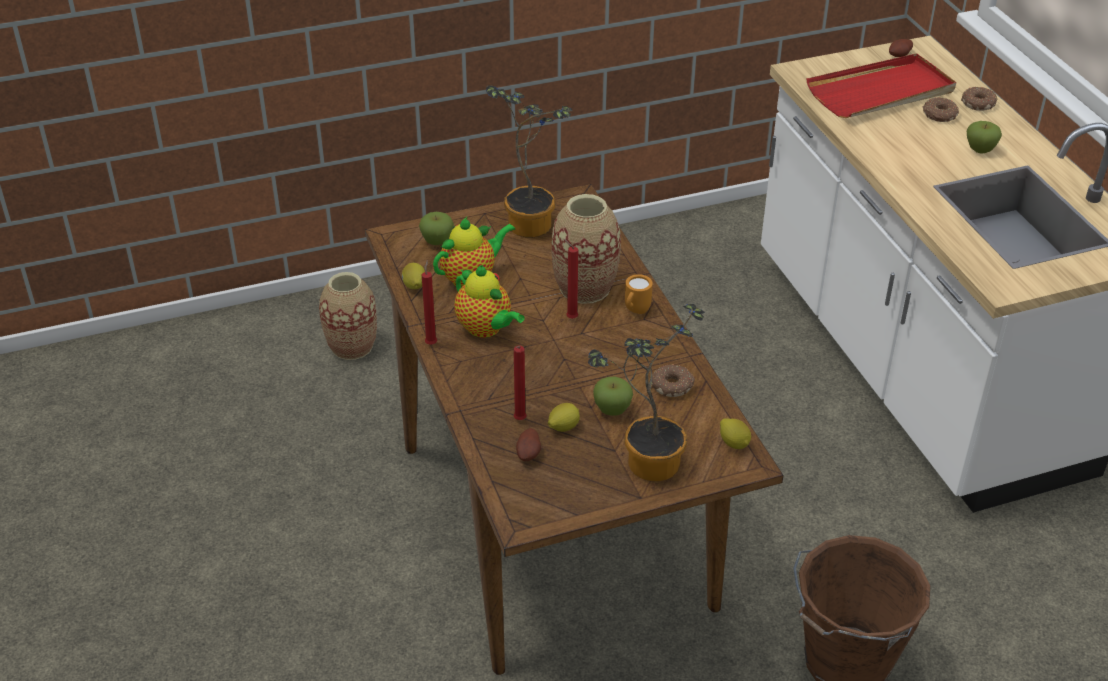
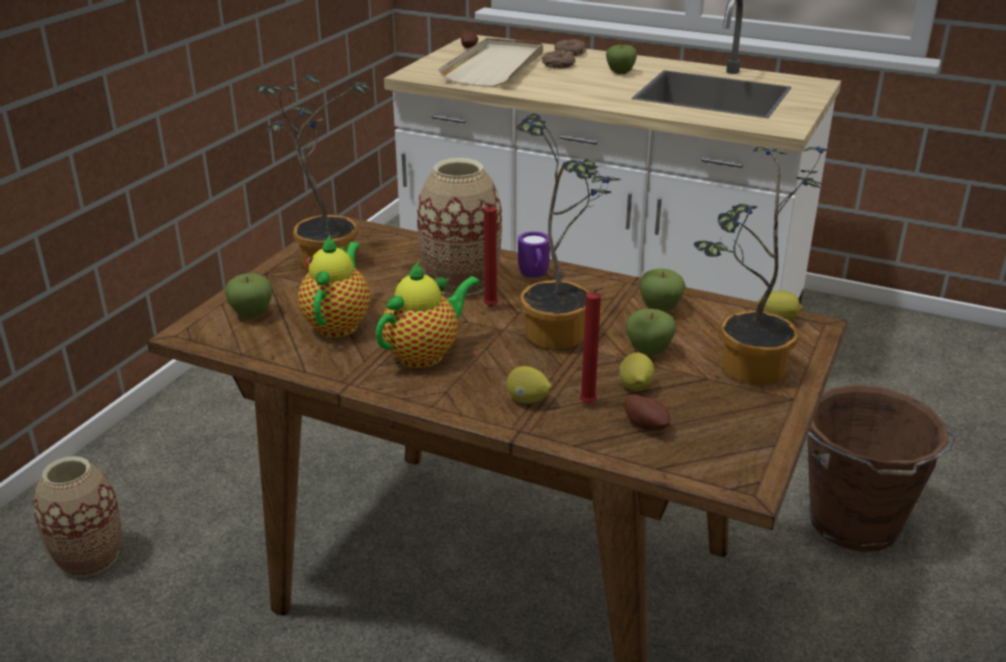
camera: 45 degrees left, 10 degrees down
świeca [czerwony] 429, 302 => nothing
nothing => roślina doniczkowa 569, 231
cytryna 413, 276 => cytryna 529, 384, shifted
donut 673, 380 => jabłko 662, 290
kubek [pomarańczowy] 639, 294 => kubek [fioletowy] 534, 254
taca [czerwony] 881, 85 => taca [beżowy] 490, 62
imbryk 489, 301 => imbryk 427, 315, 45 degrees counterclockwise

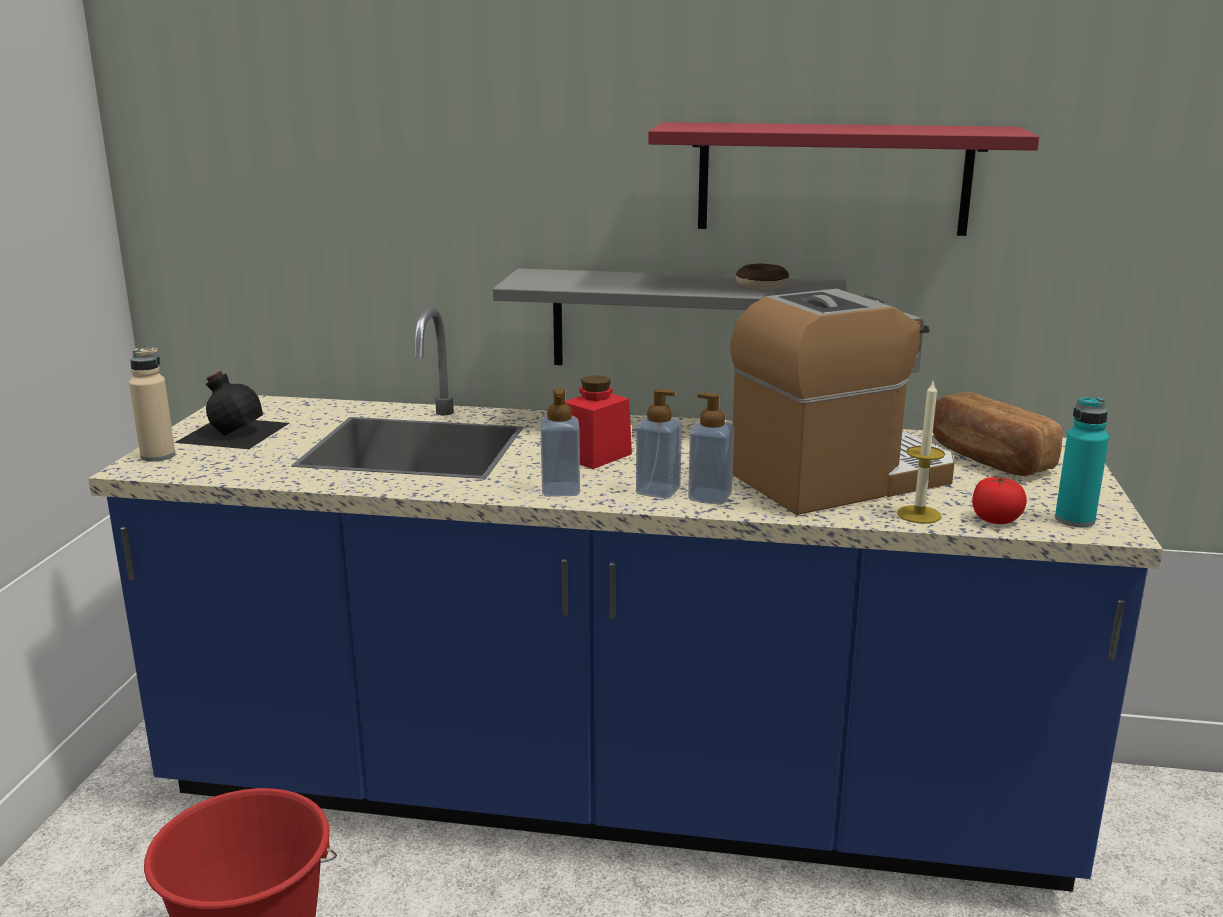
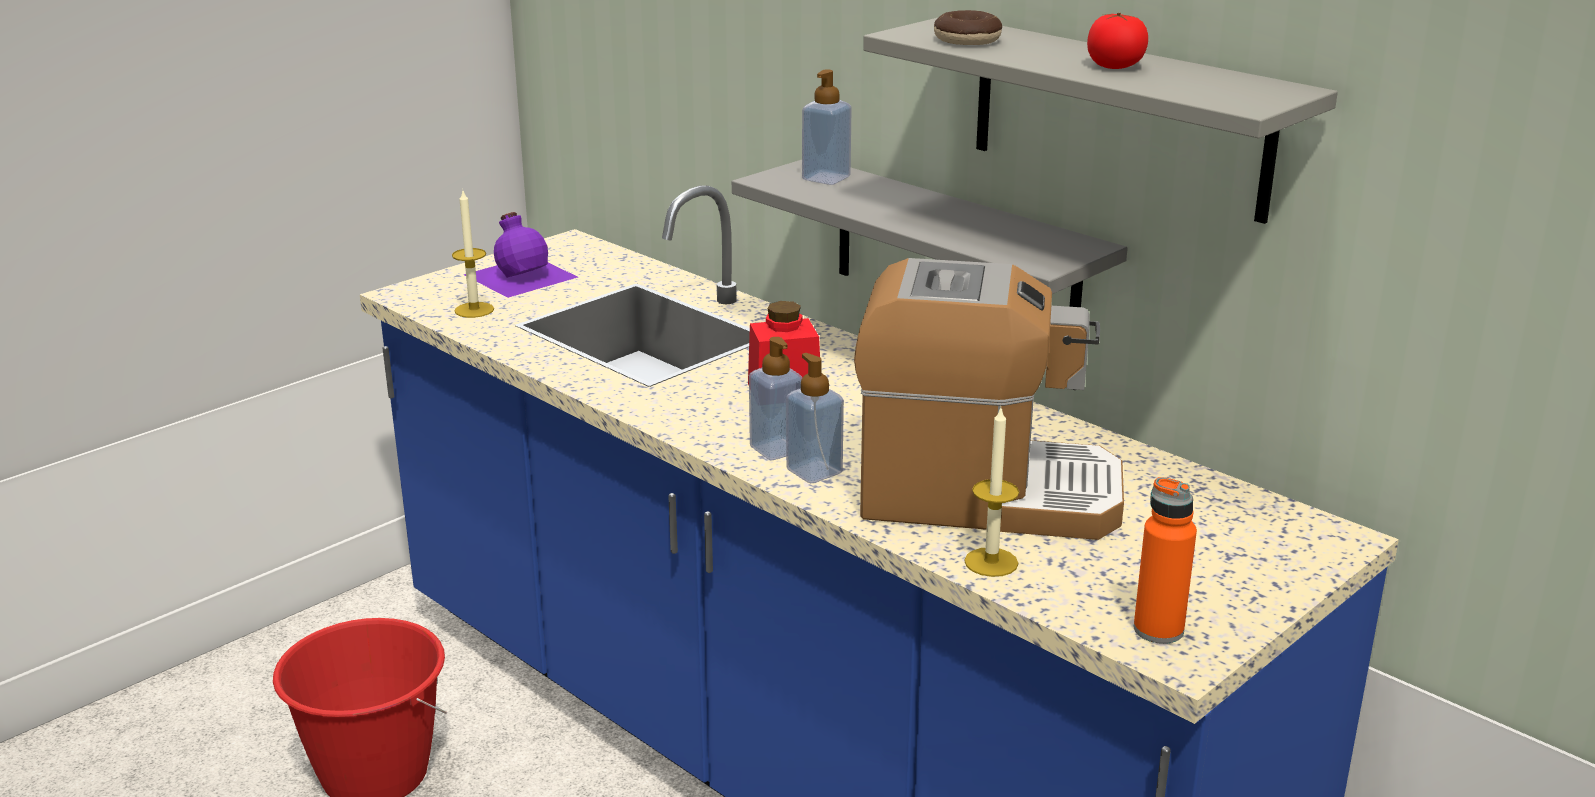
camera: 35 degrees right, 5 degrees up
butelka [beżowy] 152, 404 => nothing
chleb 998, 434 => nothing
nothing => świeca 473, 254
dozownik mydła 560, 442 => dozownik mydła 827, 127, shifted
donut 762, 276 => donut 968, 27, shifted
pomidor 999, 500 => pomidor 1117, 41, shifted
butelka [czarny] 232, 410 => butelka [fioletowy] 521, 255
półka [czerwony] 843, 179 => półka [szary] 1100, 121
butelka [turkusowy] 1082, 462 => butelka [pomarańczowy] 1165, 560

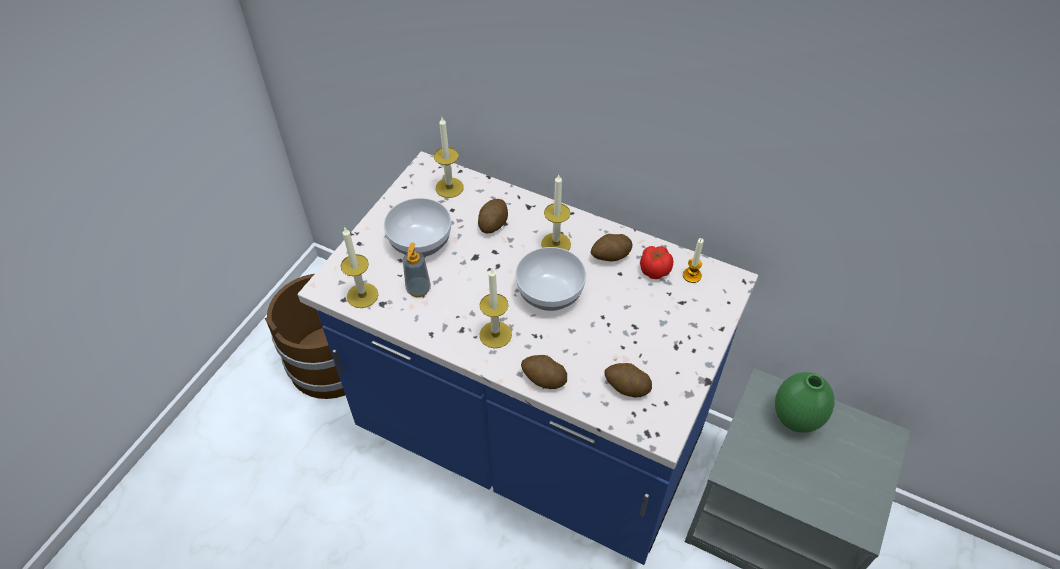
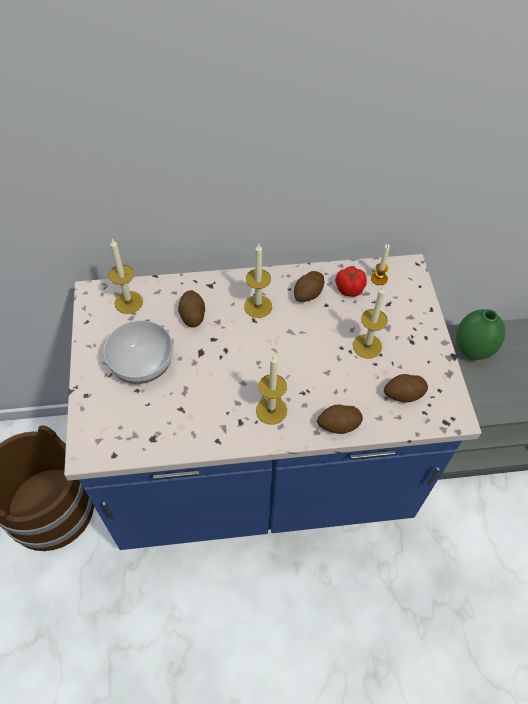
camera: 35 degrees left, 5 degrees up
dozownik mydła 417, 269 => nothing
miska 550, 279 => nothing
świeca 359, 268 => świeca 370, 322, shifted

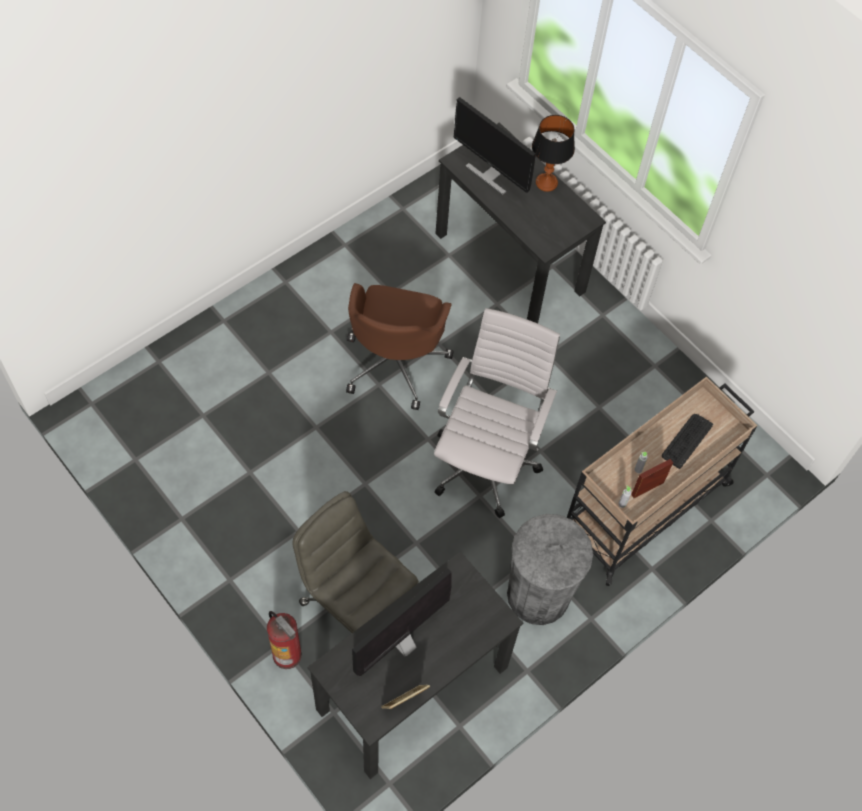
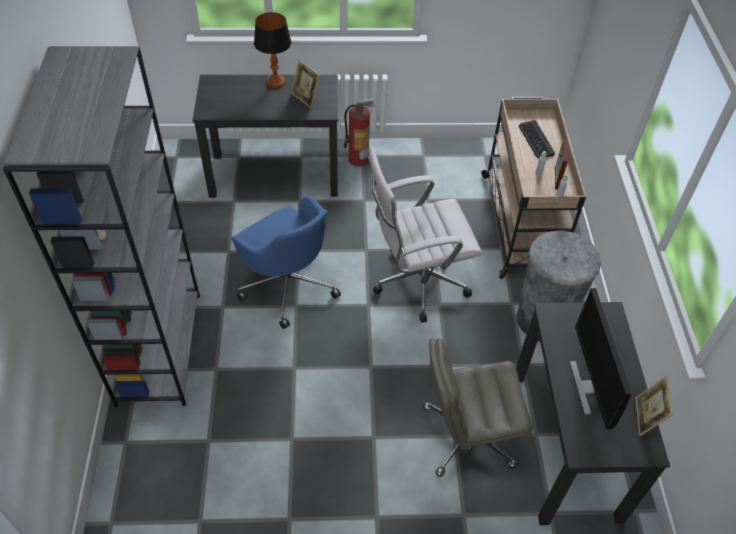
camera: 50 degrees left, 10 degrees down
monitor 495, 146 => nothing
nothing => regał [szary] 101, 227
nothing => ramka na zdjęcie 305, 84
gaśnica 284, 640 => gaśnica 359, 132, shifted
krzesło biurowe [brązowy] 400, 346 => krzesło biurowe [niebieski] 286, 262
krzesło biurowe [biały] 497, 413 => krzesło biurowe [biały] 425, 235, 75 degrees counterclockwise

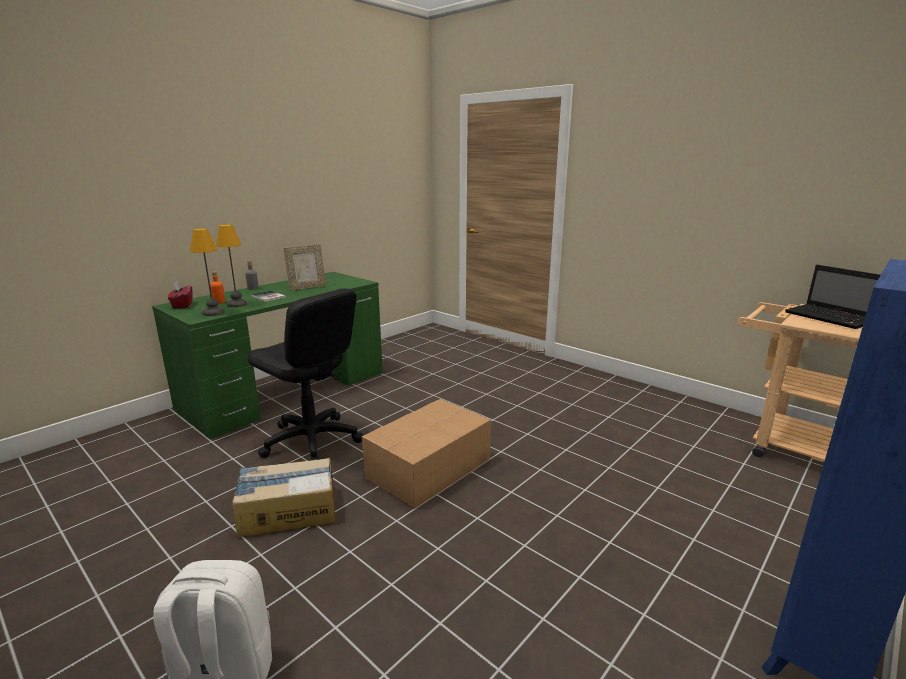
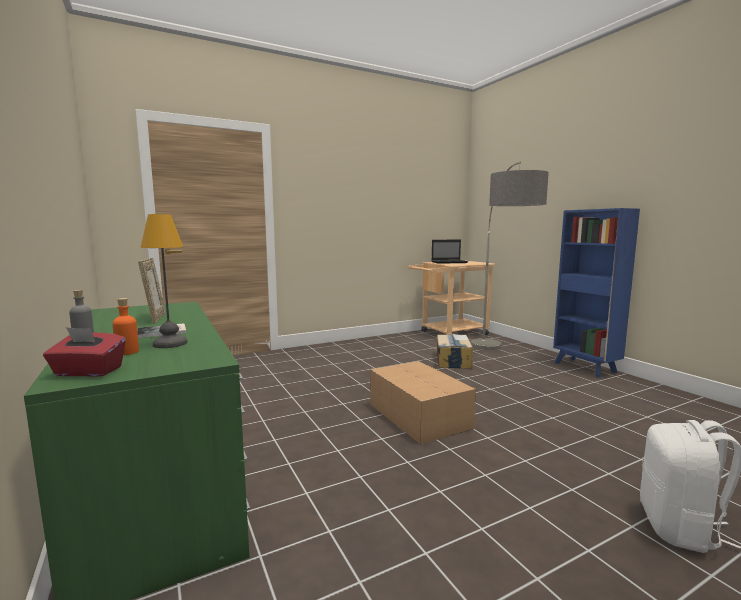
camera: 70 degrees left, 10 degrees down
lampa stołowa 207, 272 => nothing
krzesło biurowe [czarny] 306, 374 => nothing
nothing => lampa stojąca 510, 256
karton 284, 498 => karton 455, 351, shifted

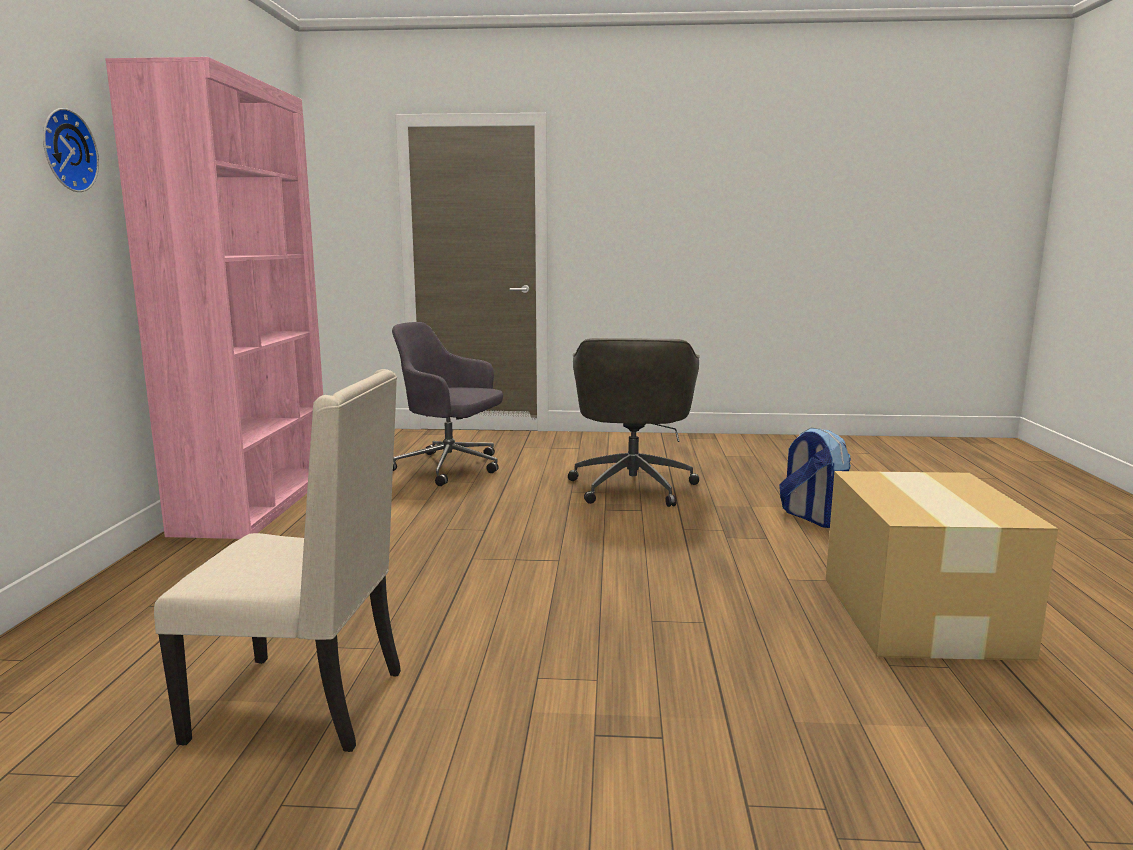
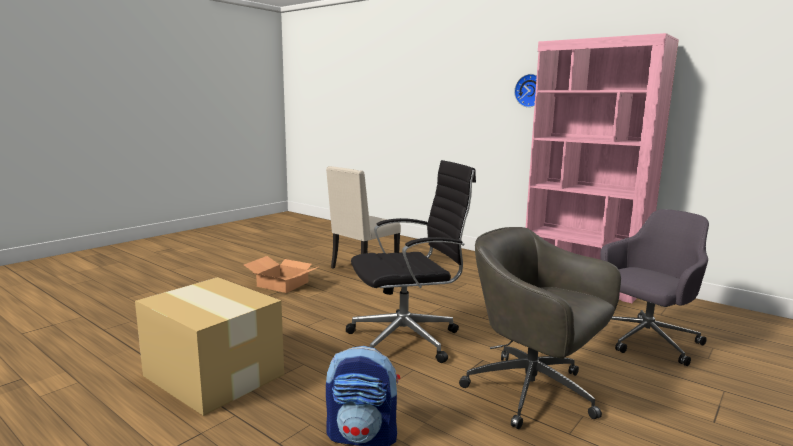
camera: 125 degrees right, 0 degrees up
nothing => karton 282, 274
nothing => krzesło biurowe [czarny] 411, 261

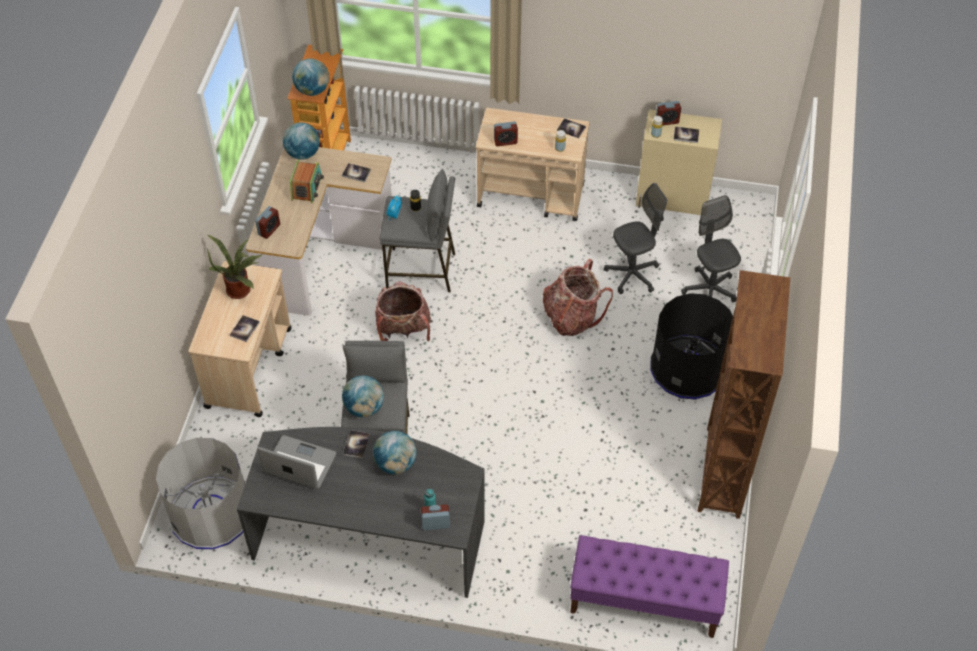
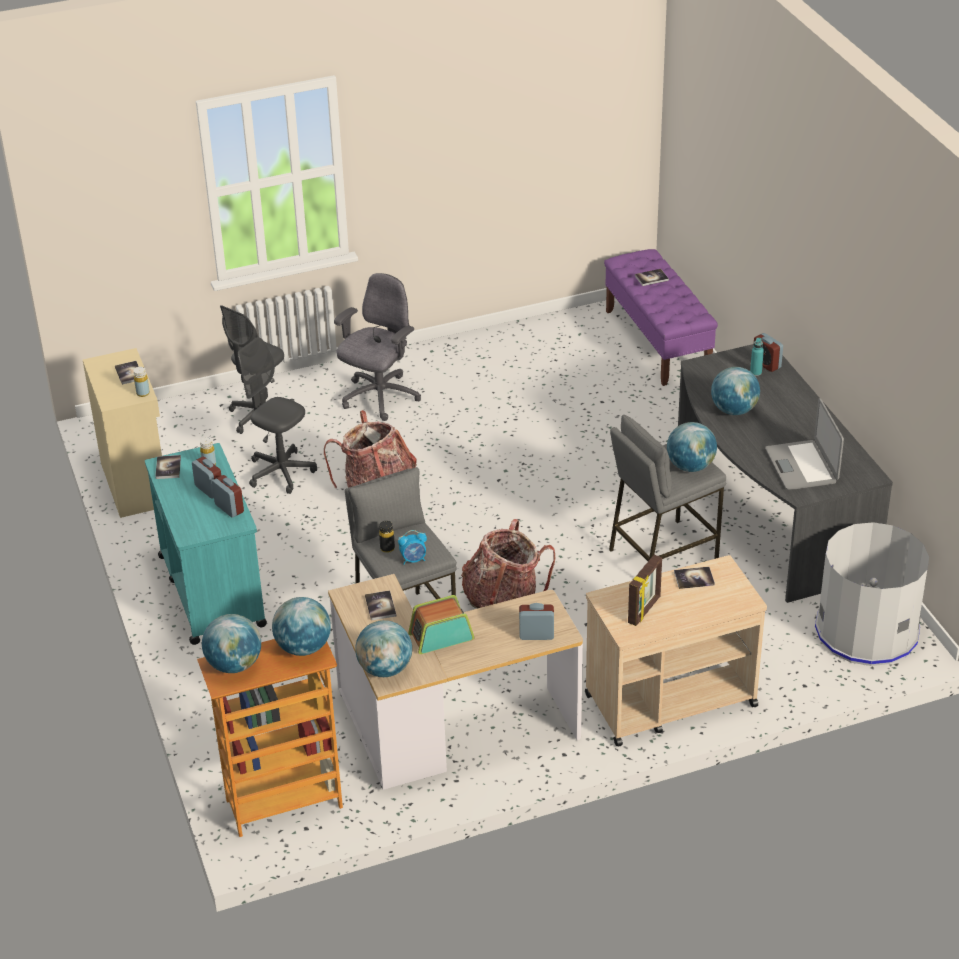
camera: 120 degrees left, 15 degrees down
regał [brązowy] 744, 394 => nothing
nothing => globus 231, 643
książka 356, 444 => książka 652, 277, shifted
budzik 668, 113 => budzik 206, 478, shifted
roślina doniczkowa 234, 267 => ramka na zdjęcie 645, 590
kosz na śmieci [czarny] 691, 346 => krzesło biurowe [szary] 377, 347
wózek [beżowy] 533, 164 => wózek [turkusowy] 206, 544

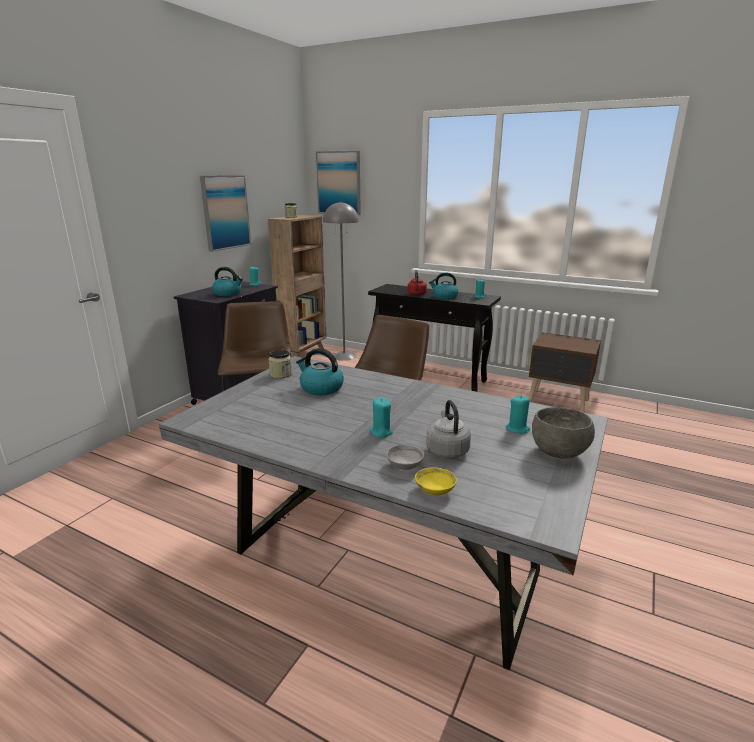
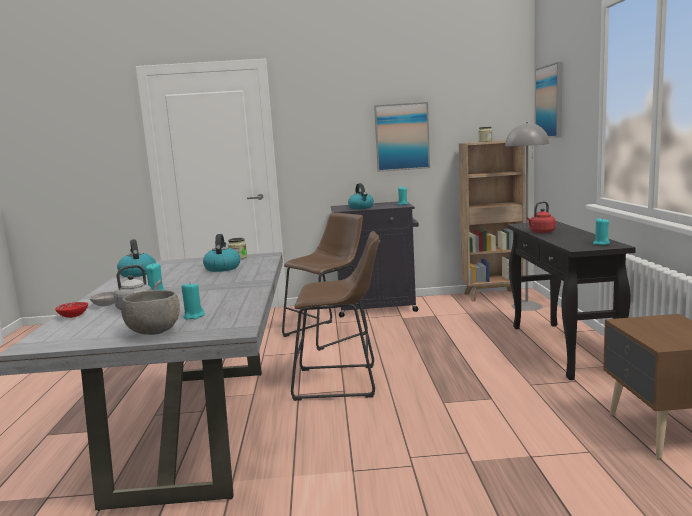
camera: 60 degrees right, 10 degrees down
czajnik 443, 286 => czajnik 136, 258, shifted
miska [żółty] 436, 481 => miska [czerwony] 71, 310

